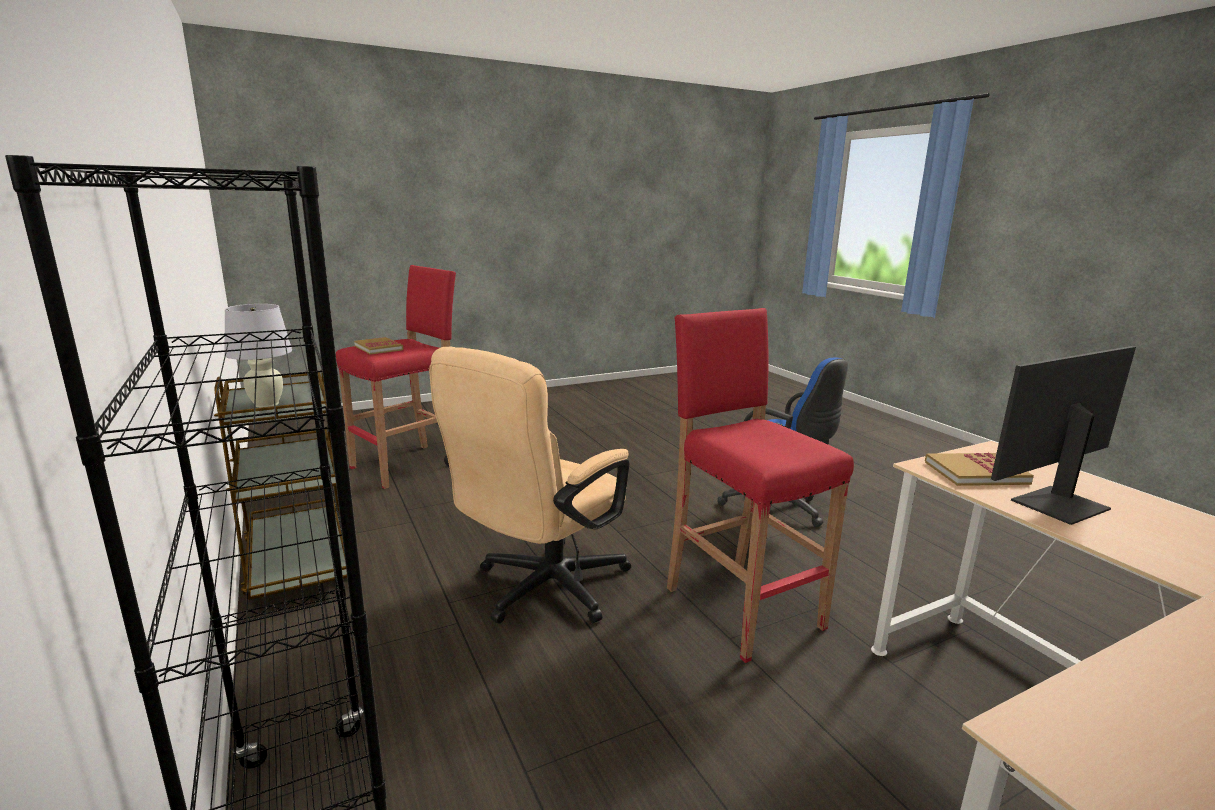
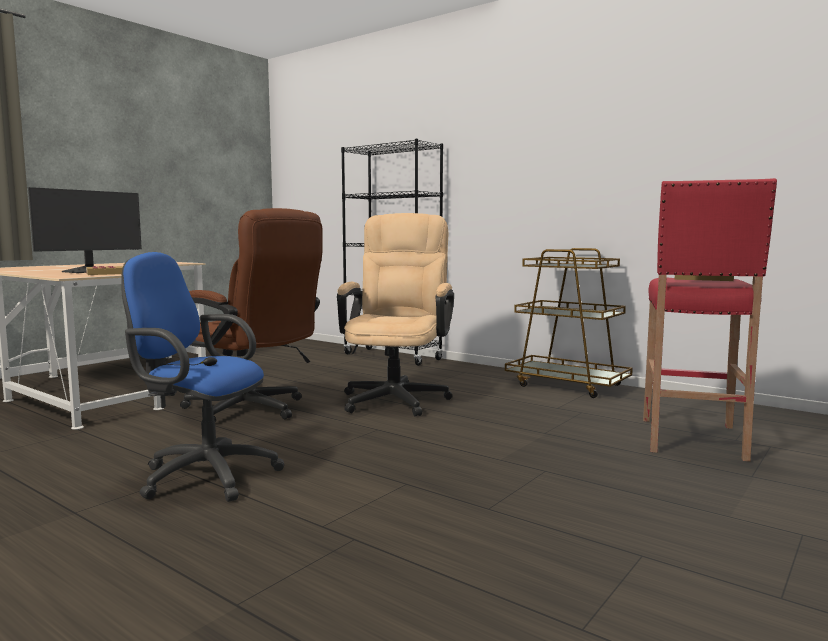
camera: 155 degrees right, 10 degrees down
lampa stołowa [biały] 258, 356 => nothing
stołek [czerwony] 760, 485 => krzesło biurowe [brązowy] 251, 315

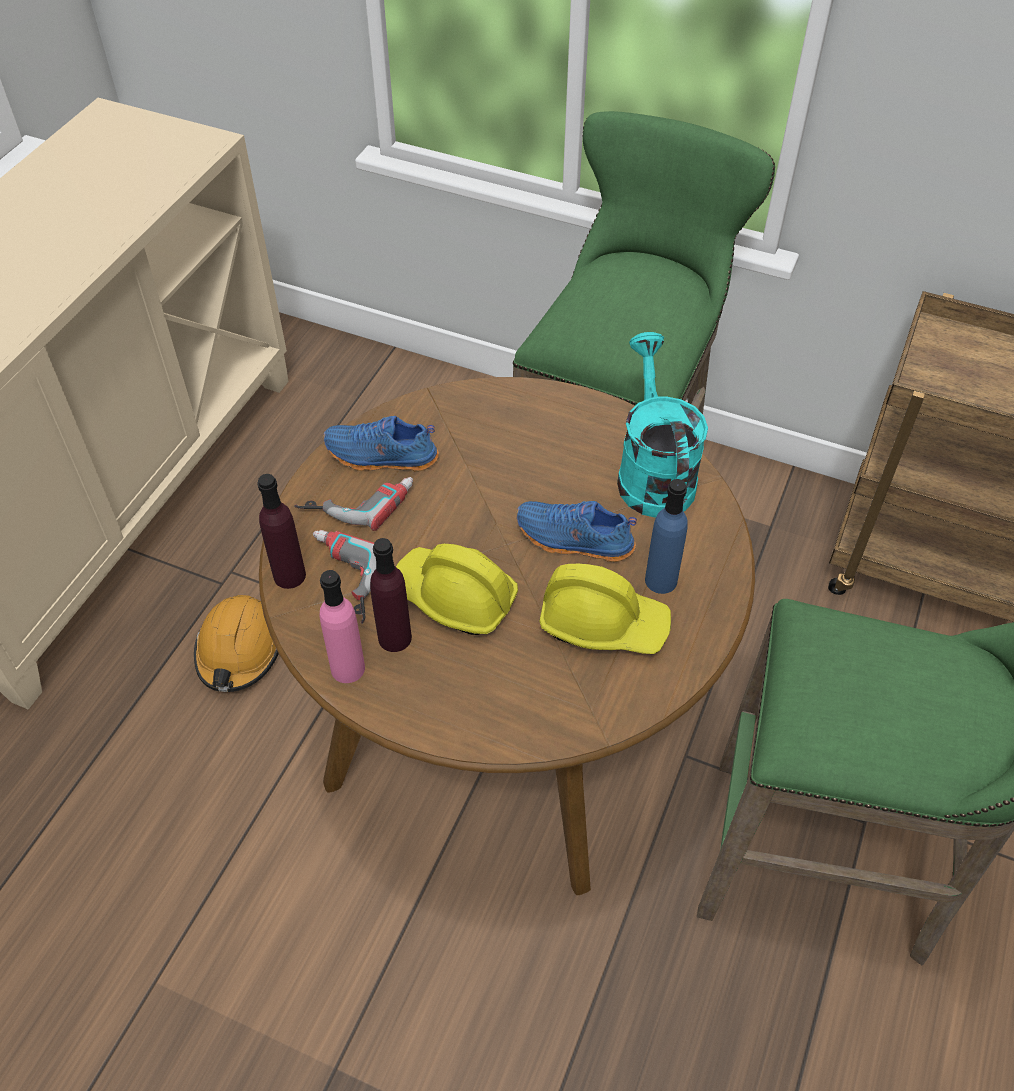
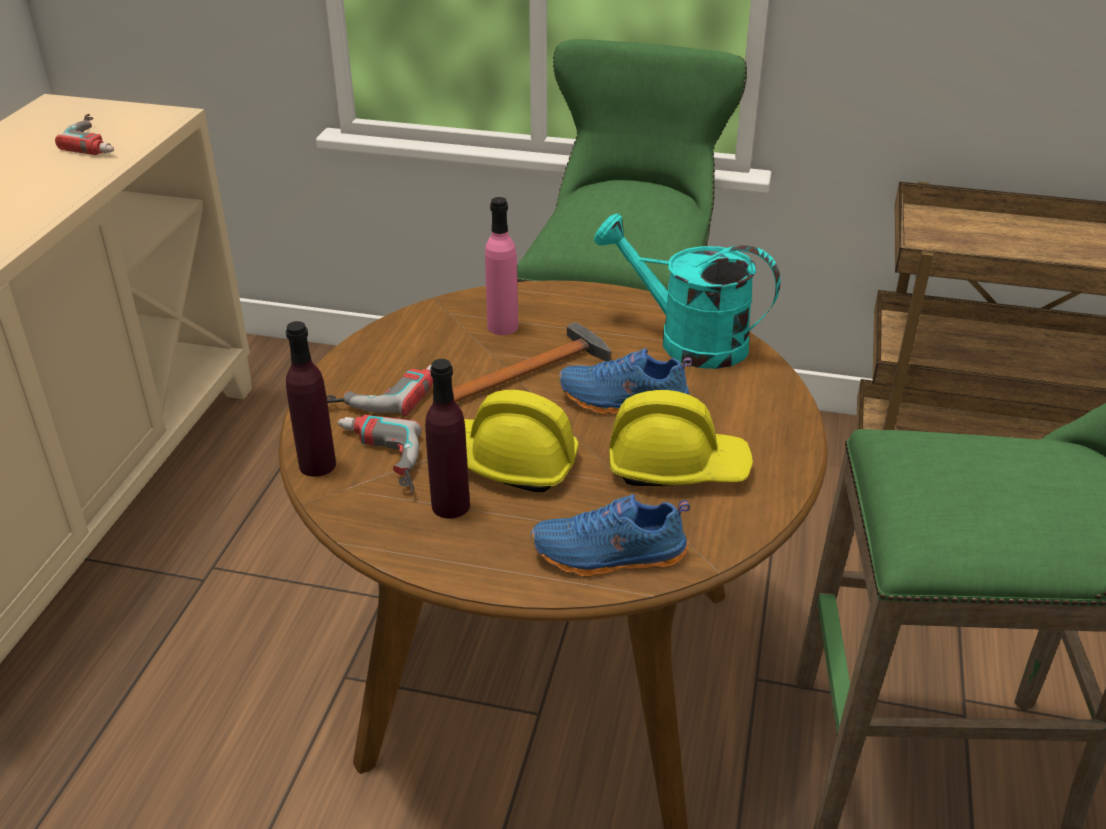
camera: 10 degrees left, 15 degrees down
kask [pomarańczowy] 236, 643 => nothing
butelka [niebieski] 666, 536 => nothing
nothing => wiertarka 84, 134
nothing => młotek 531, 362
butelka [różowy] 342, 626 => butelka [różowy] 501, 266, shifted
but [niebieski] 381, 444 => but [niebieski] 610, 536, shifted
konewka [turkusowy] 662, 425 => konewka [turkusowy] 687, 291, 45 degrees counterclockwise

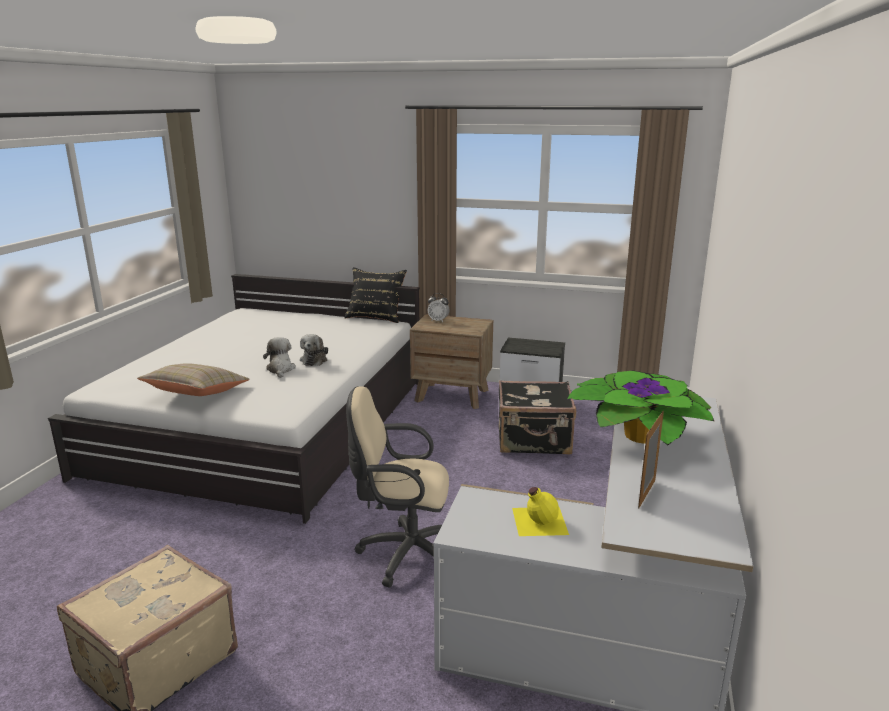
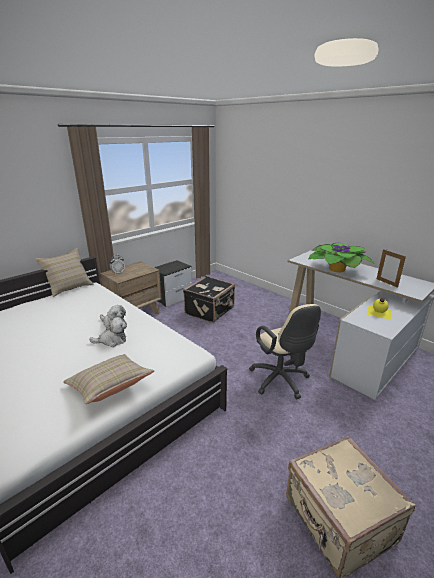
camera: 60 degrees left, 5 degrees up
poduszka [czarny] 375, 295 => poduszka [beżowy] 64, 272
pluszak 279, 357 => pluszak 108, 332, 150 degrees clockwise
krzesło biurowe [beżowy] 397, 486 => krzesło biurowe [beżowy] 285, 351, 60 degrees counterclockwise

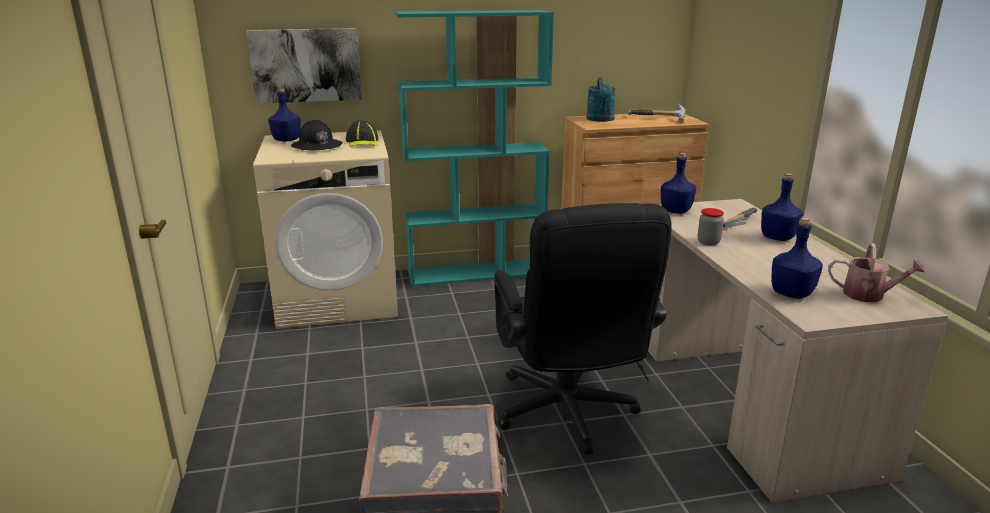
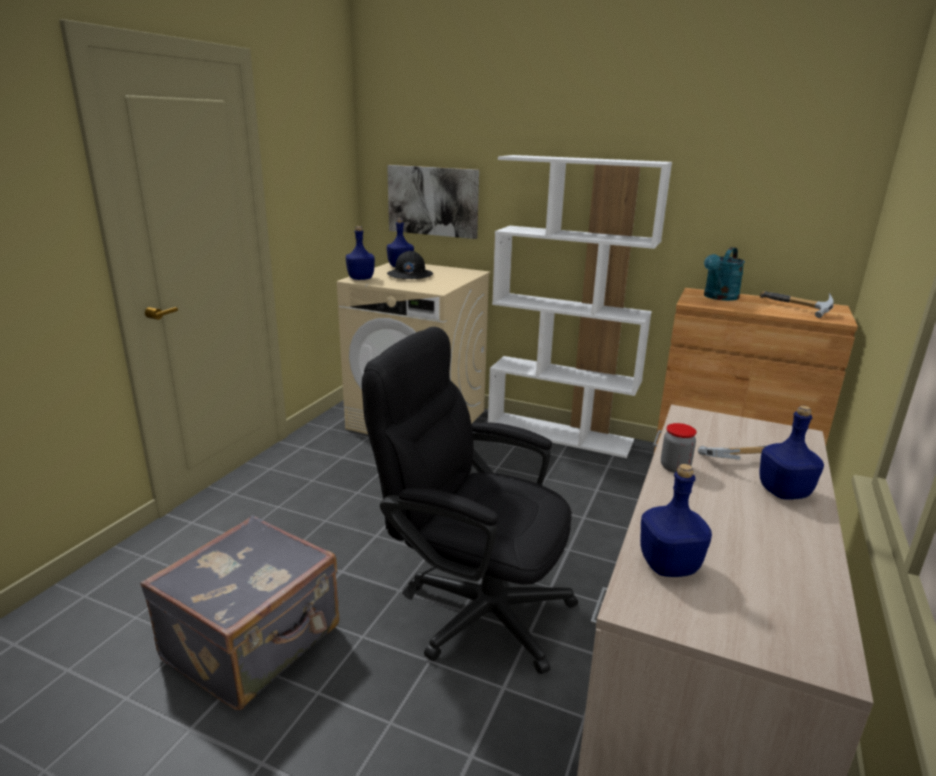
camera: 35 degrees right, 0 degrees up
czapka z daszkiem 362, 133 => nothing
konewka 877, 272 => nothing
butelka [niebieski] 678, 183 => butelka [niebieski] 360, 253, shifted
regał [turkusowy] 474, 148 => regał [biały] 580, 306
krzesło biurowe [czarny] 583, 329 => krzesło biurowe [czarny] 470, 500, 90 degrees clockwise

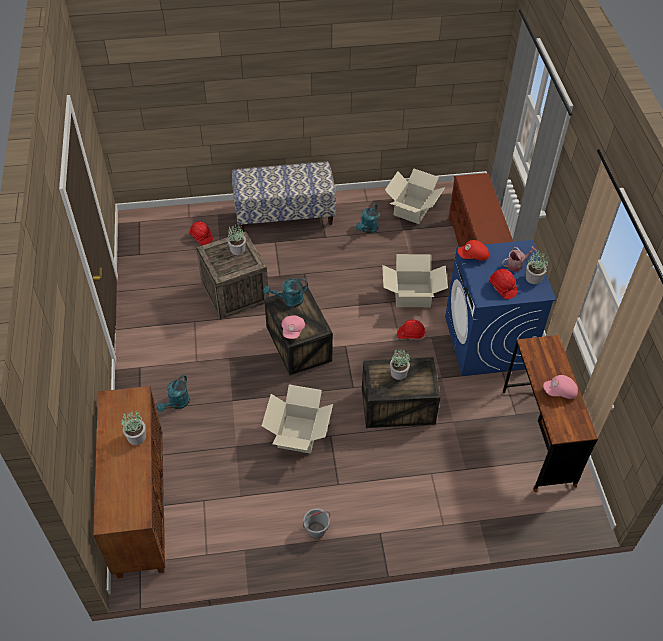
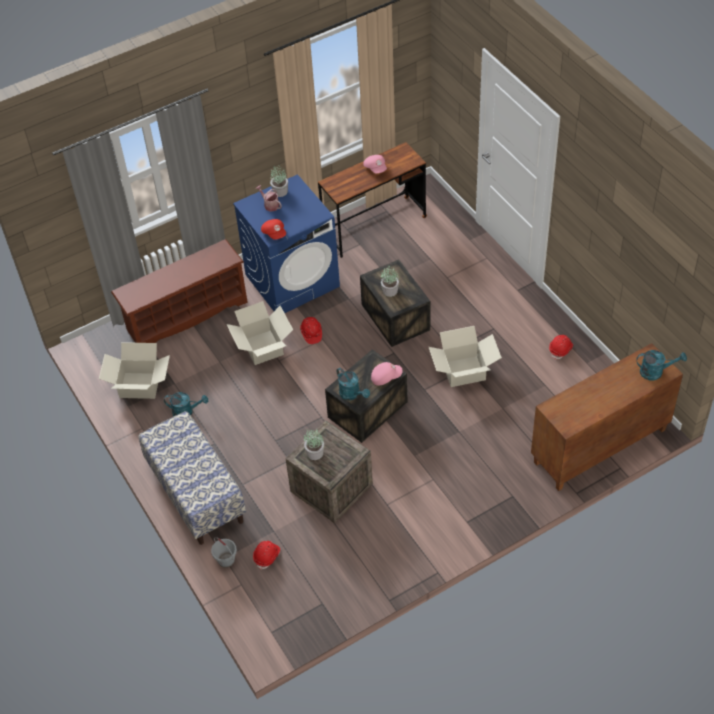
camera: 110 degrees left, 0 degrees up
roślina doniczkowa 133, 427 => nothing
konewka [turkusowy] 173, 393 => konewka [turkusowy] 661, 365, shifted
wiadro [szary] 316, 524 => wiadro [szary] 224, 552, shifted
kask [czerwony] 503, 284 => kask [czerwony] 561, 347, shifted

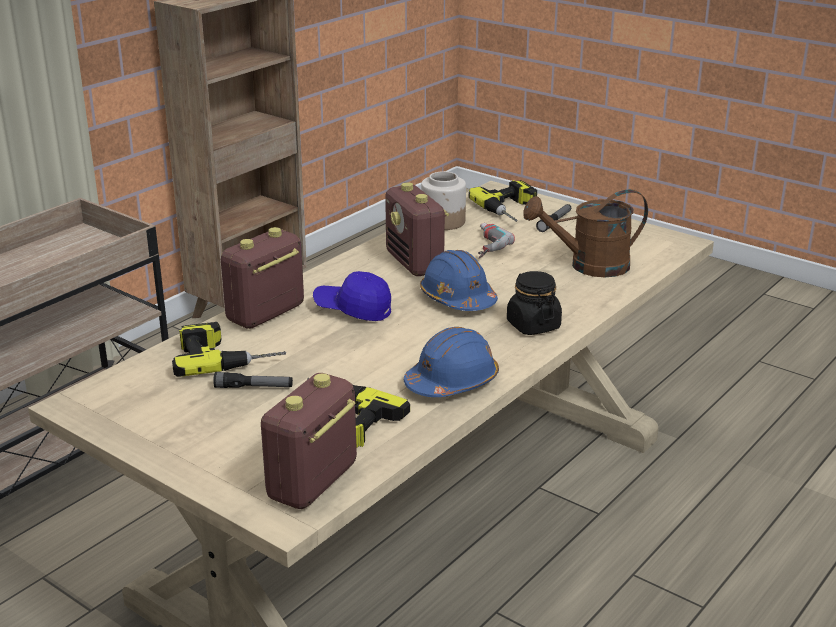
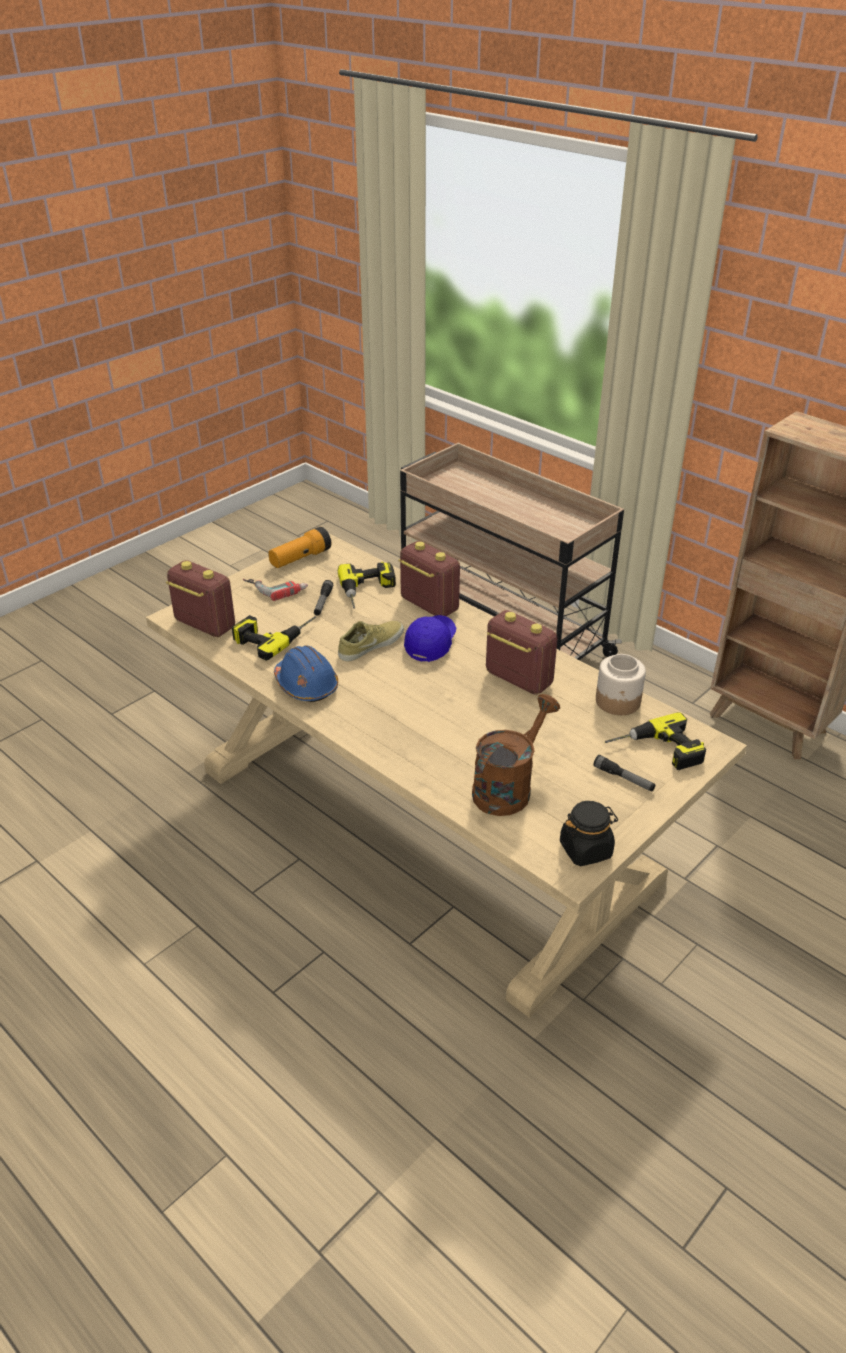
camera: 95 degrees right, 10 degrees up
kask [niebieski] 459, 280 => nothing
nothing => latarka 299, 547
nothing => but [beżowy] 371, 641
wiertarka 496, 240 => wiertarka 275, 590, shifted
słoik [czarny] 534, 303 => słoik [czarny] 589, 833, shifted
radio 417, 229 => radio 522, 652, 60 degrees clockwise
konewka [brązowy] 585, 233 => konewka [brązowy] 516, 755, 45 degrees clockwise

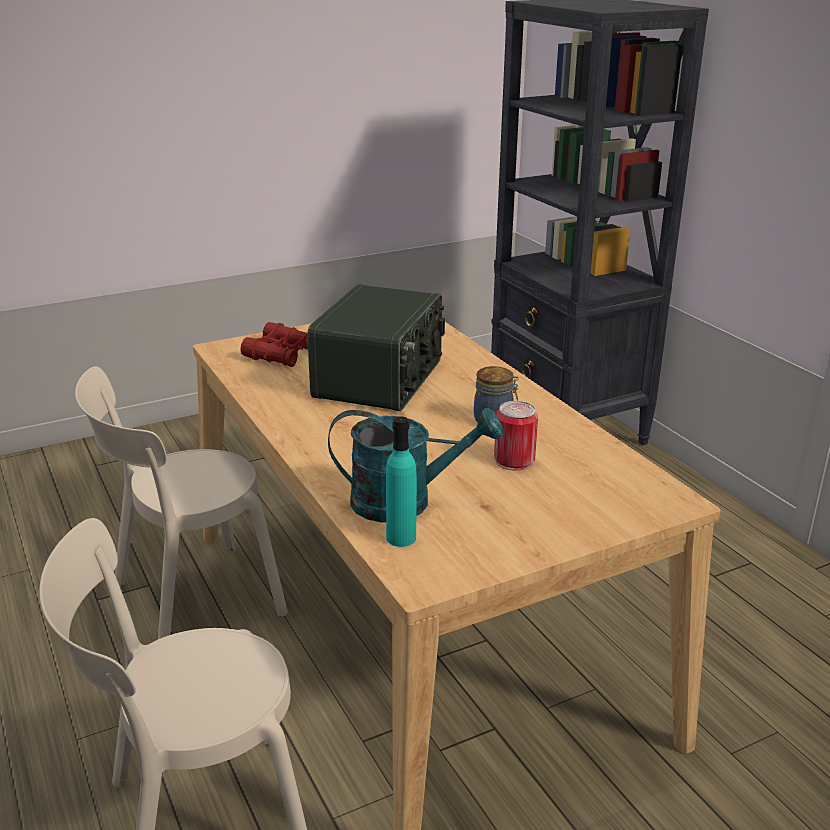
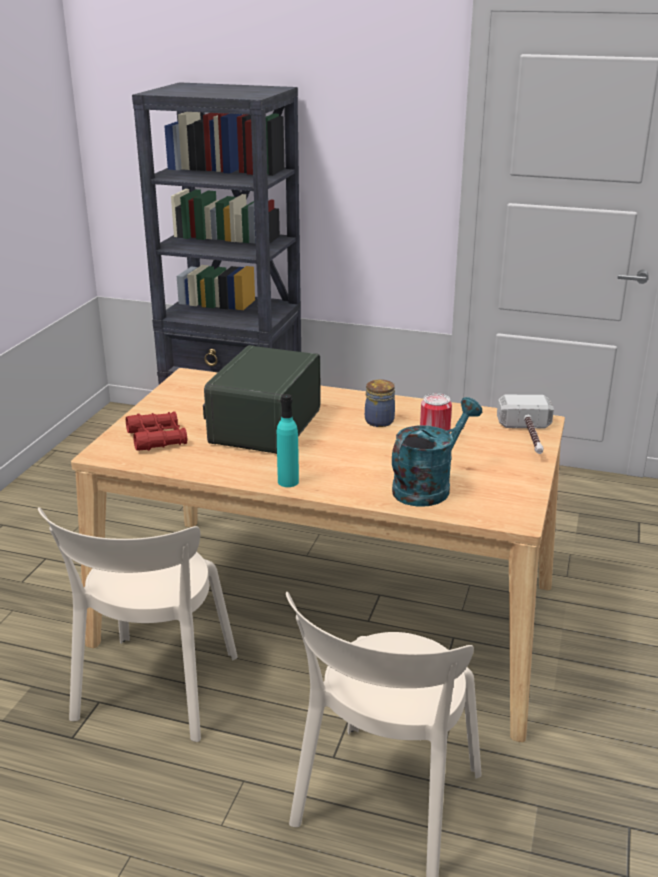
camera: 45 degrees left, 0 degrees up
nothing => młotek 525, 424
butelka [turkusowy] 401, 481 => butelka [turkusowy] 288, 440, shifted
radio 376, 347 => radio 261, 399, 135 degrees counterclockwise

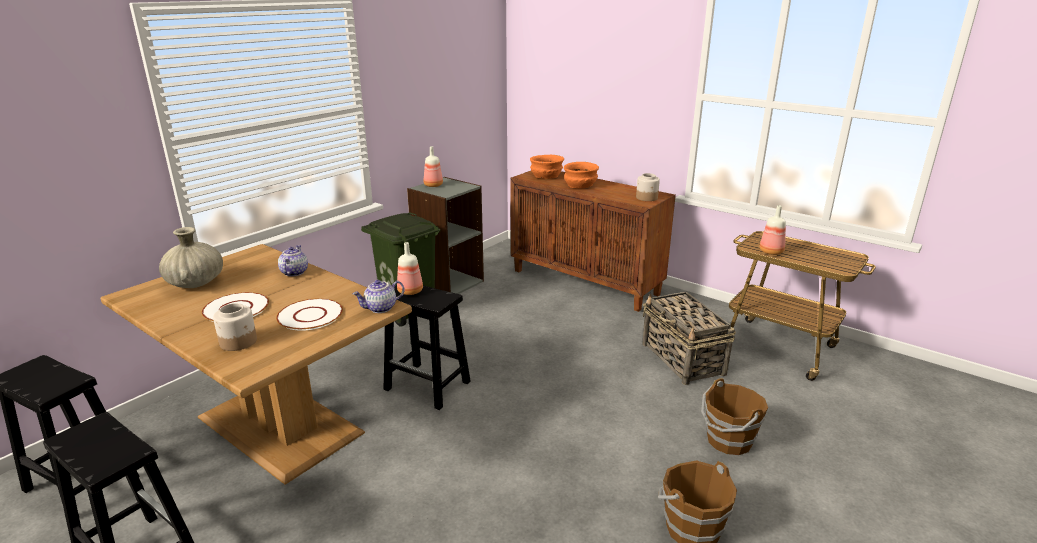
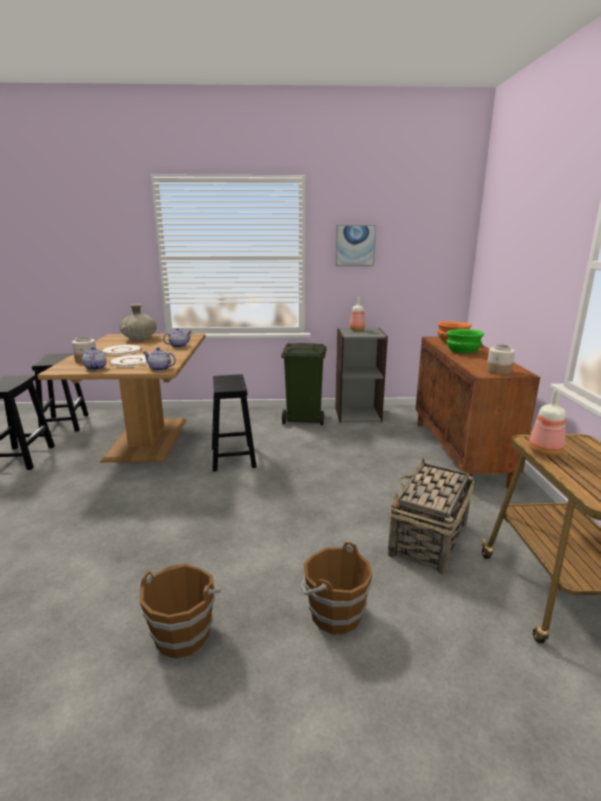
camera: 50 degrees right, 5 degrees down
butelka 410, 268 => nothing
nothing => imbryk 94, 358
nothing => obraz 355, 245
miska [pomarańczowy] 581, 175 => miska [zielony] 465, 341

